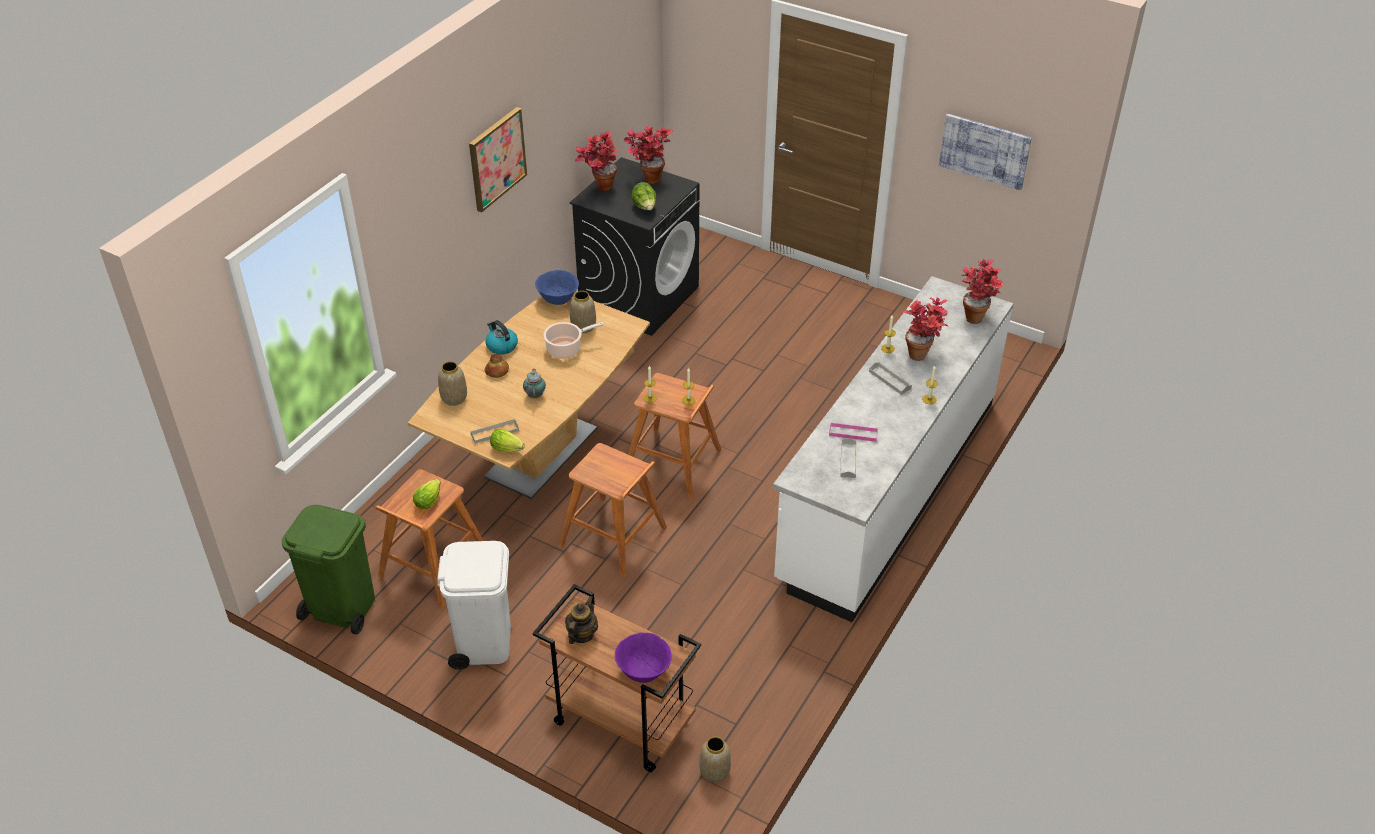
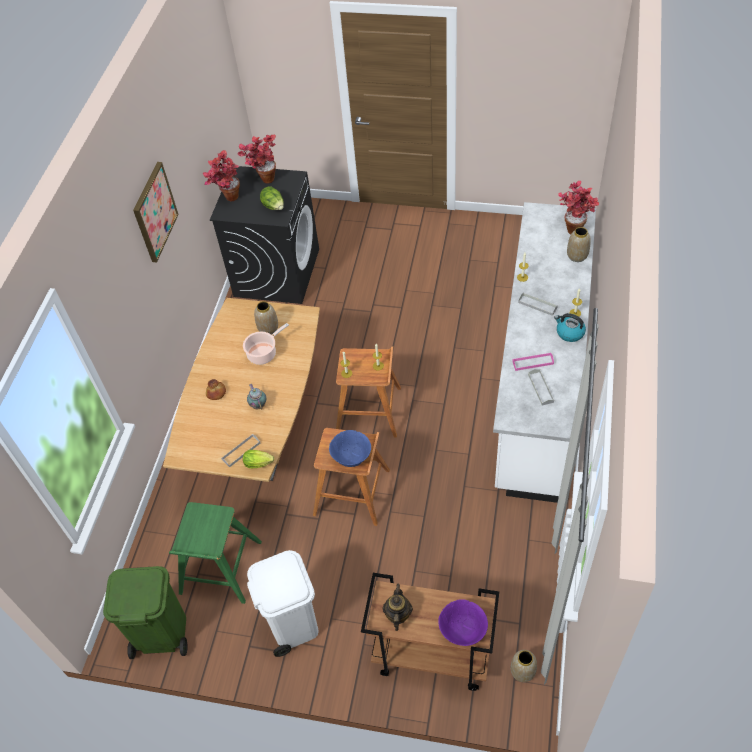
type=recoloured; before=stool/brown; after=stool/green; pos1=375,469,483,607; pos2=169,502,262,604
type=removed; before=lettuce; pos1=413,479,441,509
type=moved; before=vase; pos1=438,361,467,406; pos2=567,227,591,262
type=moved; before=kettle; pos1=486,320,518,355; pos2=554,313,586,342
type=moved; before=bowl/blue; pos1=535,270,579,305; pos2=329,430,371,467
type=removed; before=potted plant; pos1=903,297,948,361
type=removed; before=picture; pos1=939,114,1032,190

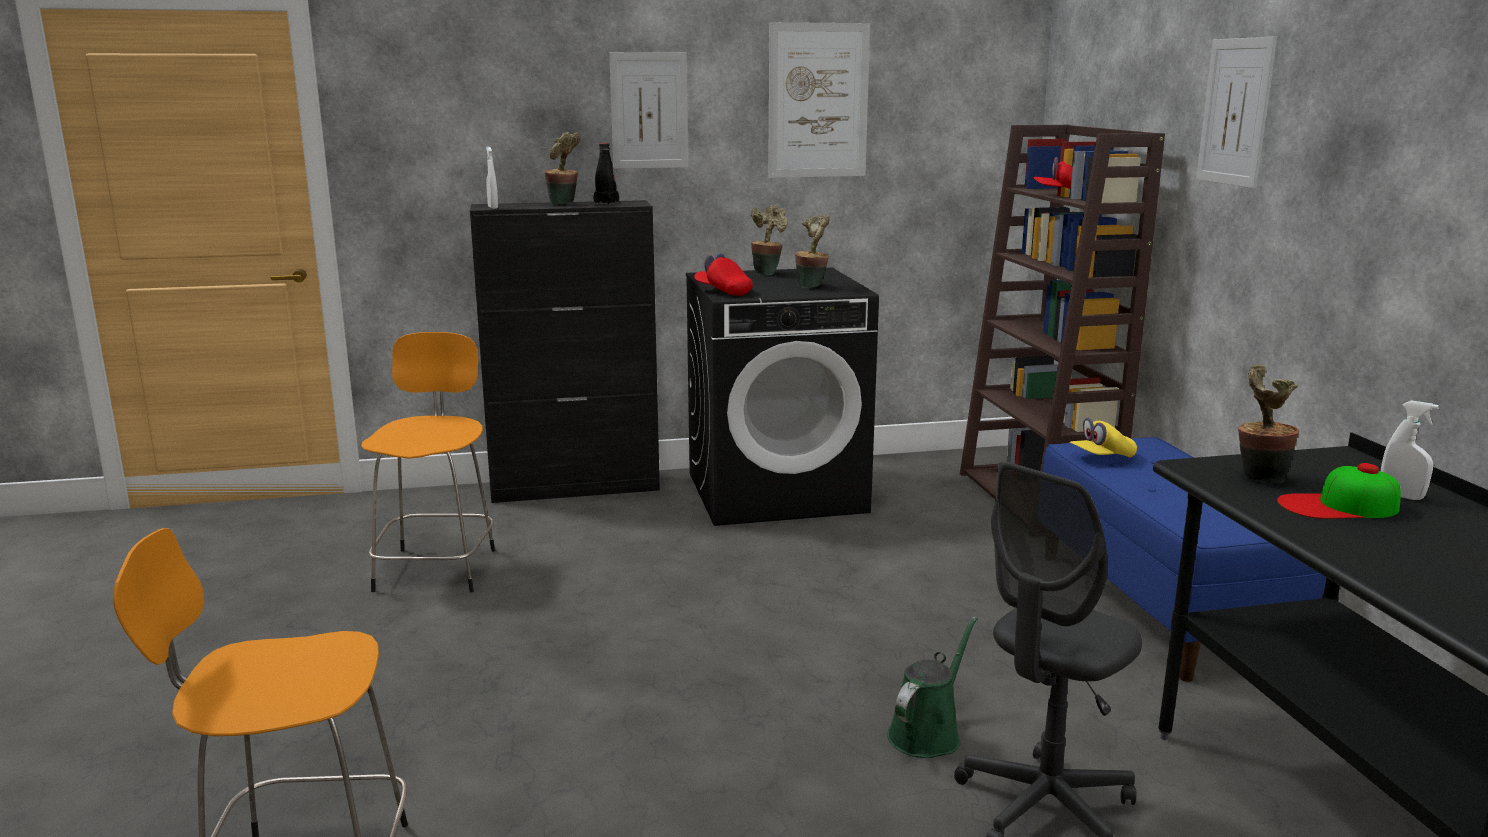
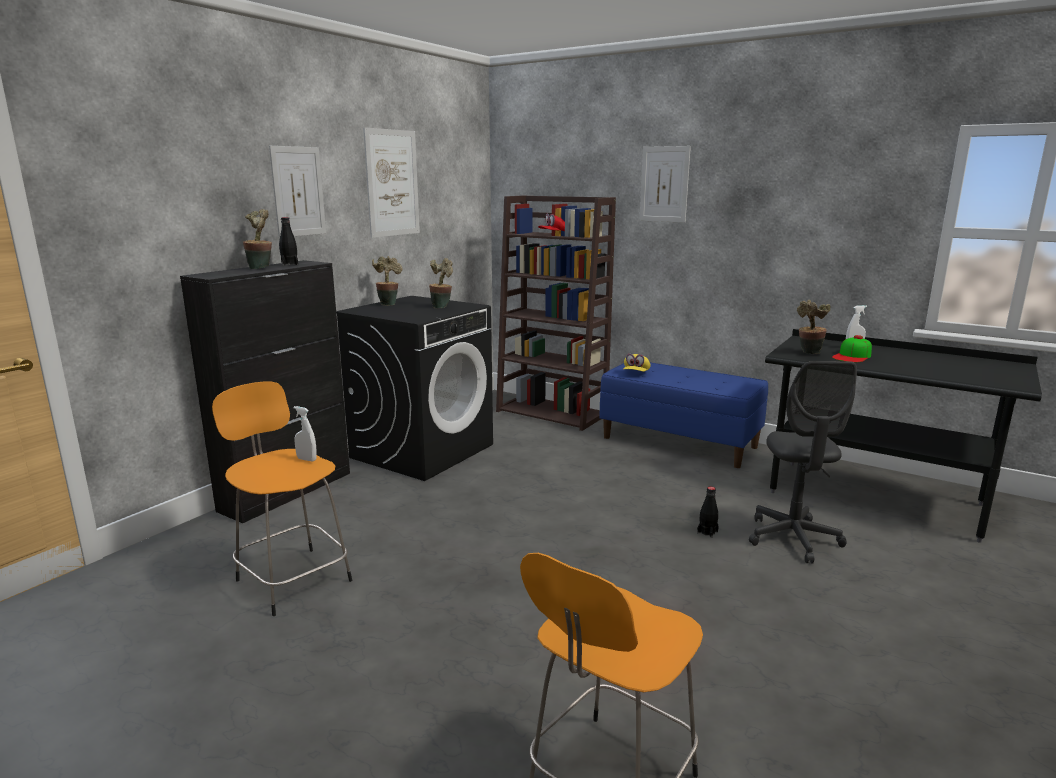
type=moved; before=spray bottle/white; pos1=486,147,498,209; pos2=293,406,317,461
type=removed; before=cap/red; pos1=694,253,753,296
type=replaced; before=watering can/green; after=bottle/black; pos1=887,616,978,758; pos2=697,487,719,538

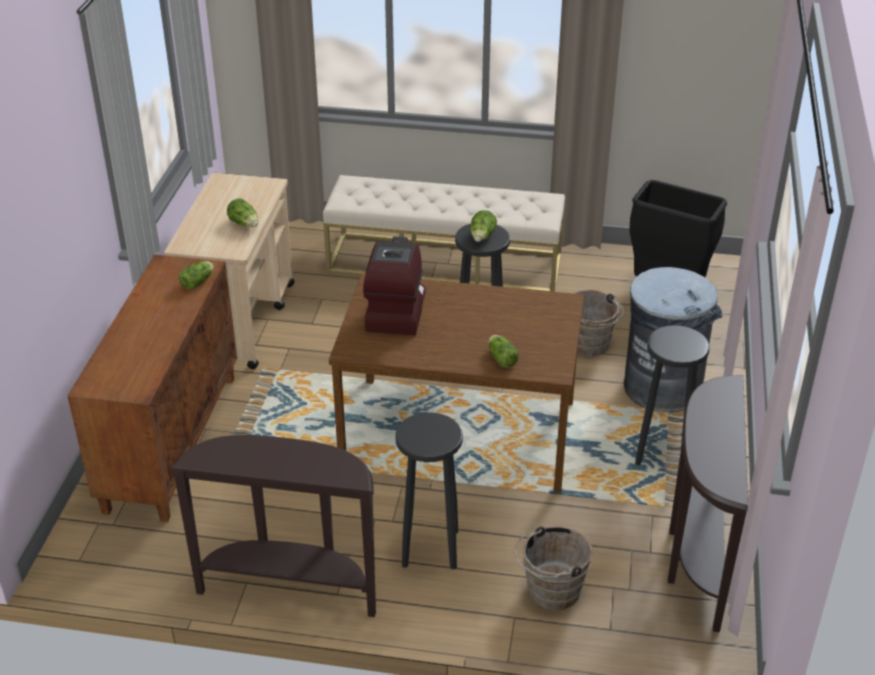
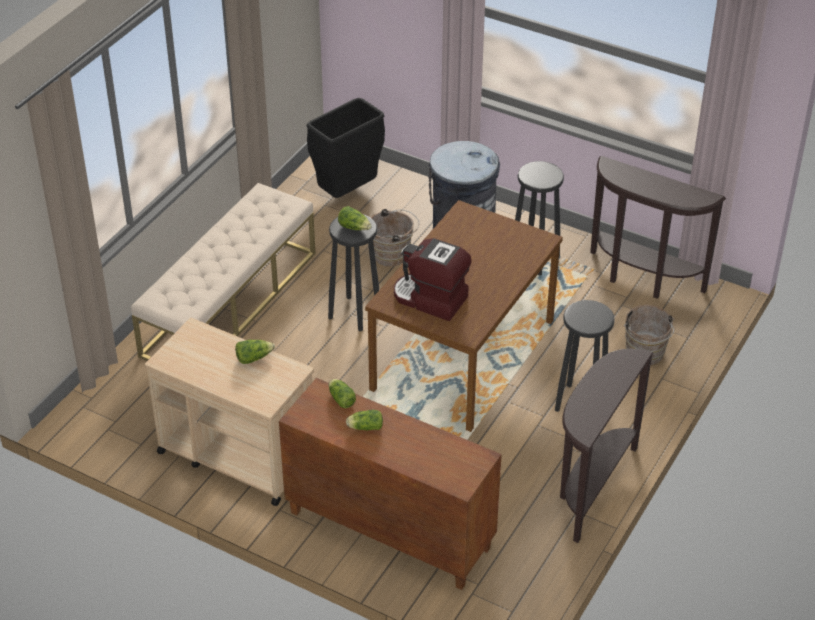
type=moved; before=lettuce; pos1=488,335,519,368; pos2=346,410,383,430

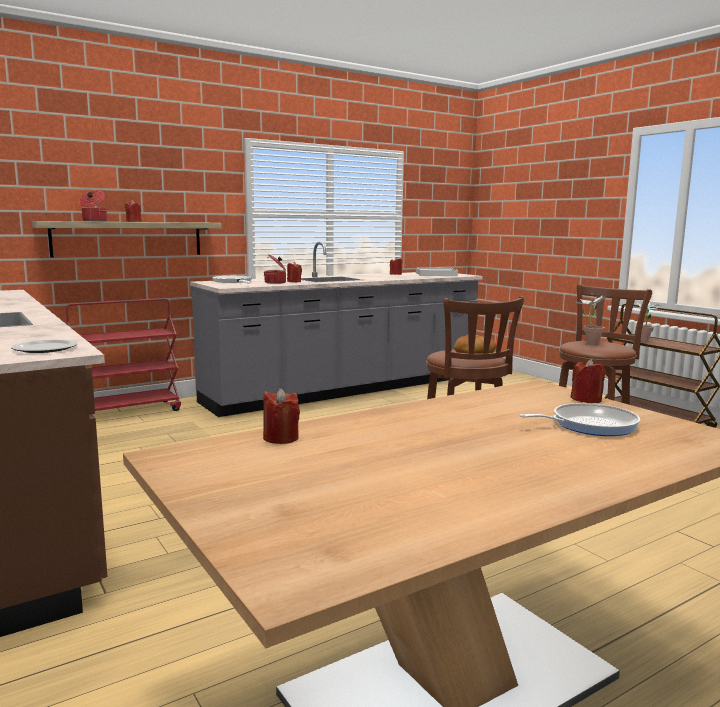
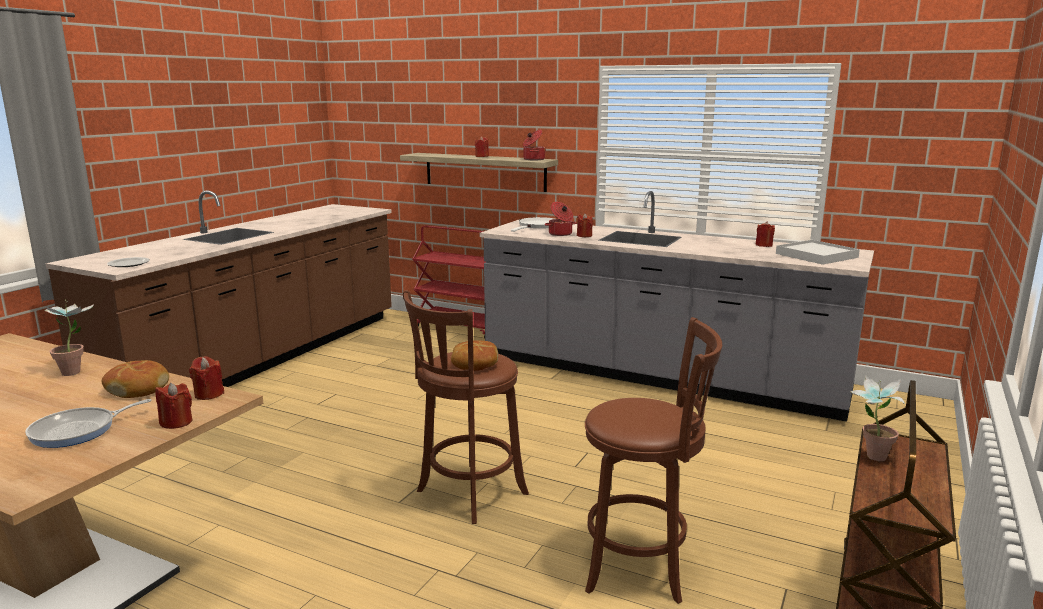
type=moved; before=cooking pot; pos1=79,190,107,222; pos2=523,130,546,160
type=moved; before=candle/red; pos1=263,388,300,444; pos2=189,356,224,400
type=turned; before=frying pan; pos1=520,403,640,436; pos2=25,399,151,448; turn=90
type=moved; before=potted plant; pos1=574,293,605,345; pos2=44,299,94,376
type=added; after=bread; pos2=102,360,169,398

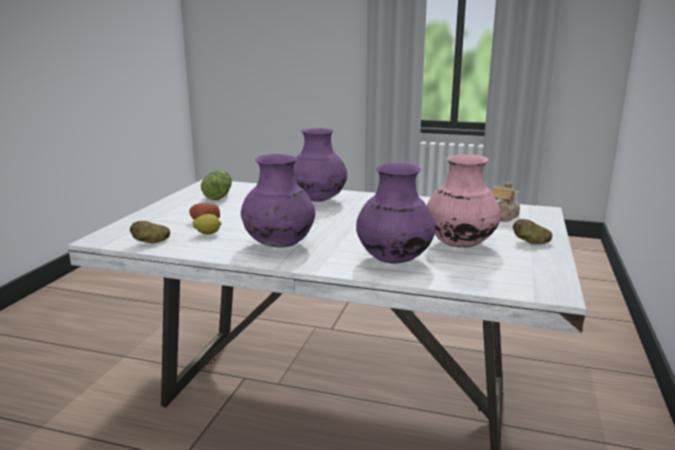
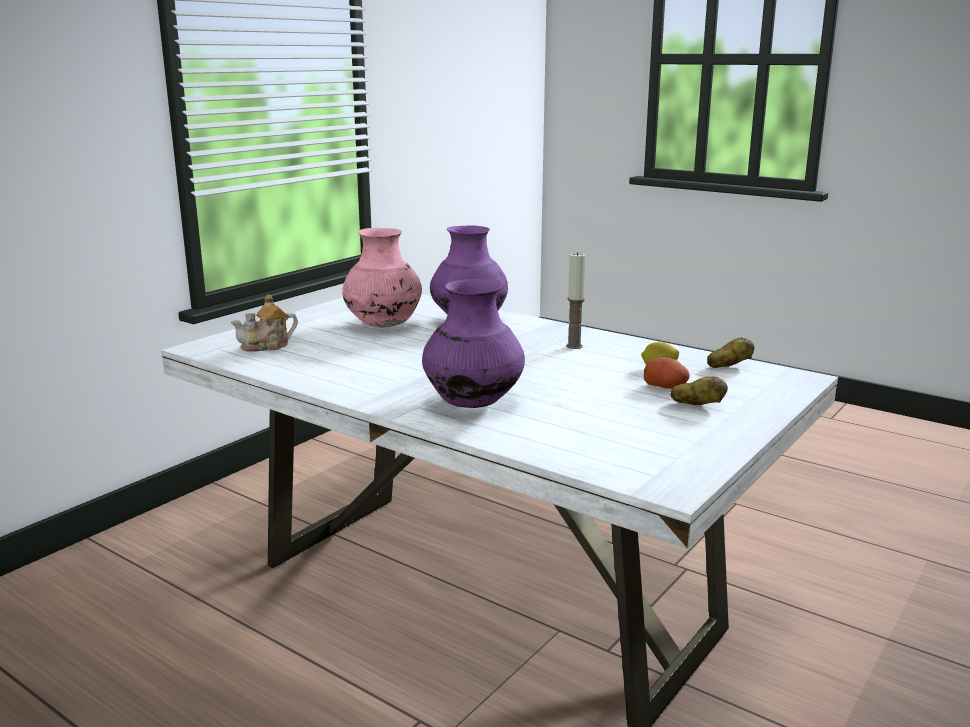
type=removed; before=lettuce; pos1=201,170,232,200
type=replaced; before=vase/purple; after=candle; pos1=241,154,315,248; pos2=566,252,585,349
type=moved; before=potato; pos1=513,219,552,244; pos2=671,376,728,405

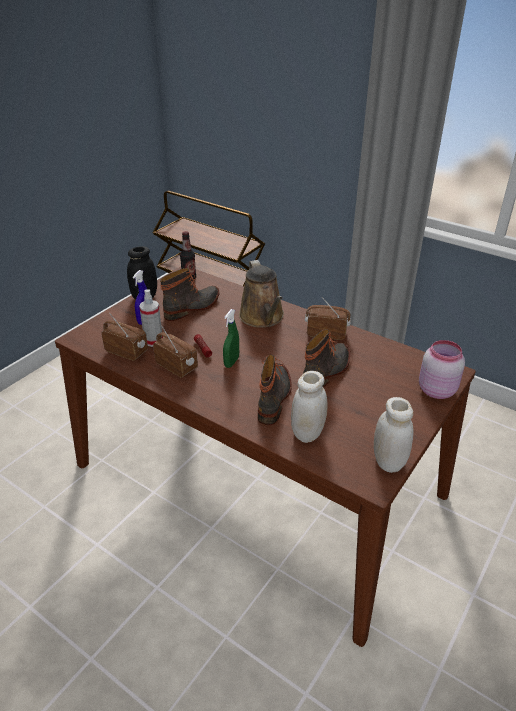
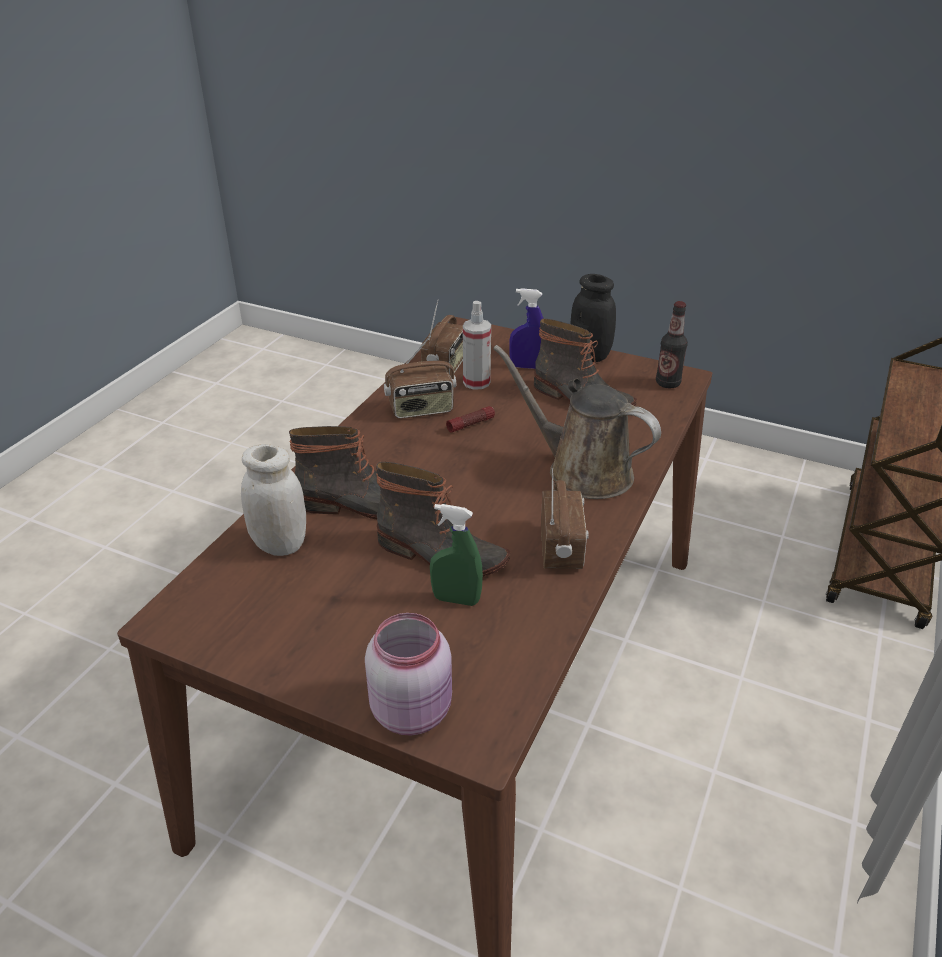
type=turned; before=radio; pos1=153,326,198,377; pos2=384,338,456,419; turn=45
type=moved; before=spray bottle/green; pos1=223,309,239,368; pos2=430,504,483,606
type=turned; before=watering can/brown; pos1=239,260,284,328; pos2=493,345,661,499; turn=60
type=removed; before=jar/white; pos1=374,397,413,473

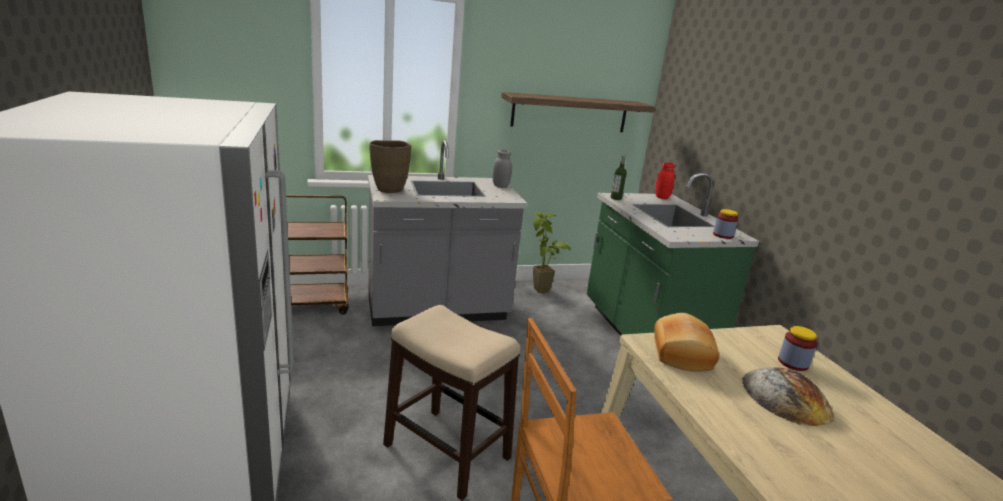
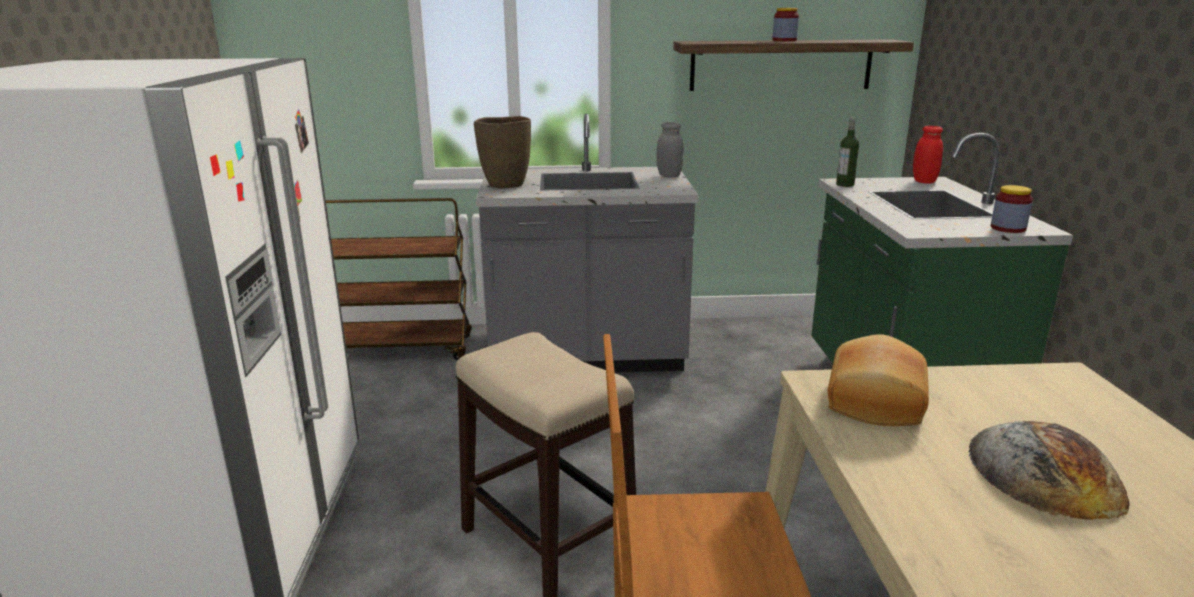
type=removed; before=potted plant; pos1=533,212,572,293
type=moved; before=jar; pos1=778,326,817,371; pos2=772,8,799,41

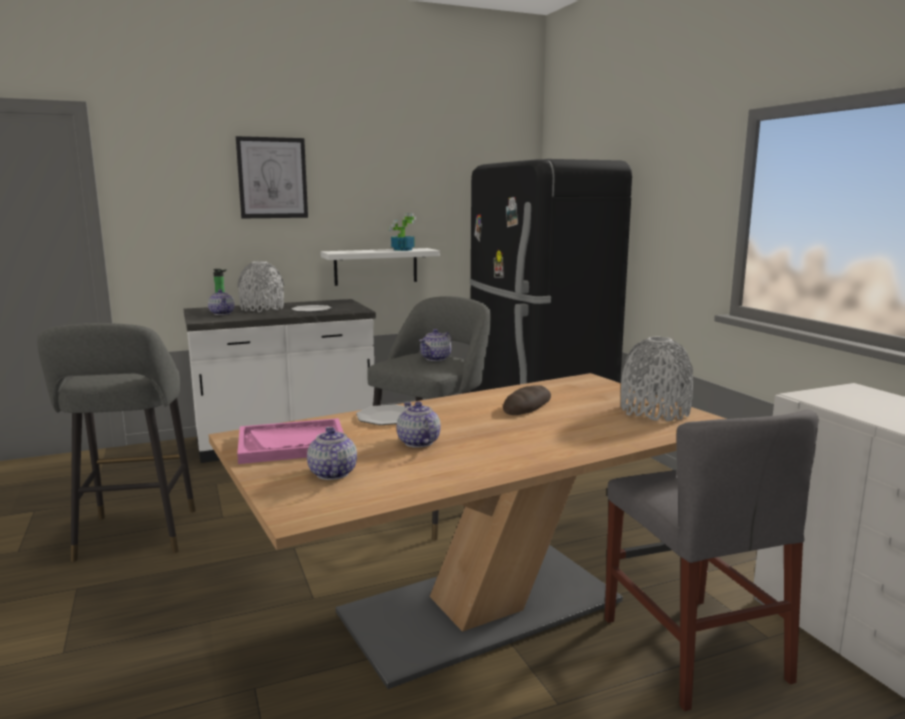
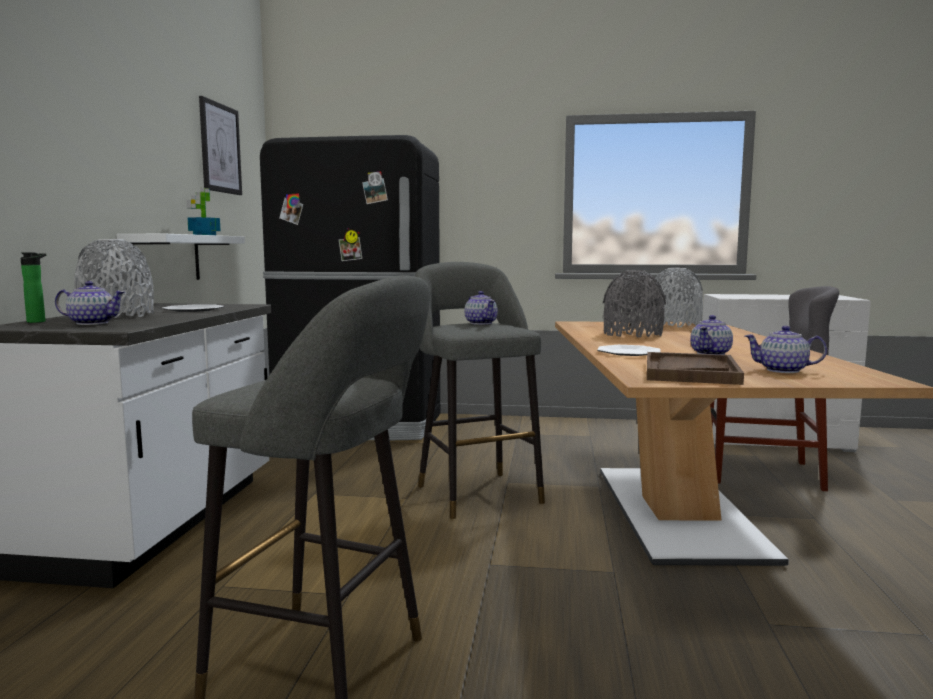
type=moved; before=picture; pos1=236,136,308,218; pos2=199,96,242,195
type=recoloured; before=tray/pink; after=tray/brown; pos1=237,418,344,464; pos2=647,352,744,385
type=turned; before=teapot; pos1=397,401,441,448; pos2=690,315,733,355; turn=-60
type=replaced; before=bread; after=vase/grey; pos1=503,385,551,415; pos2=603,270,666,338

